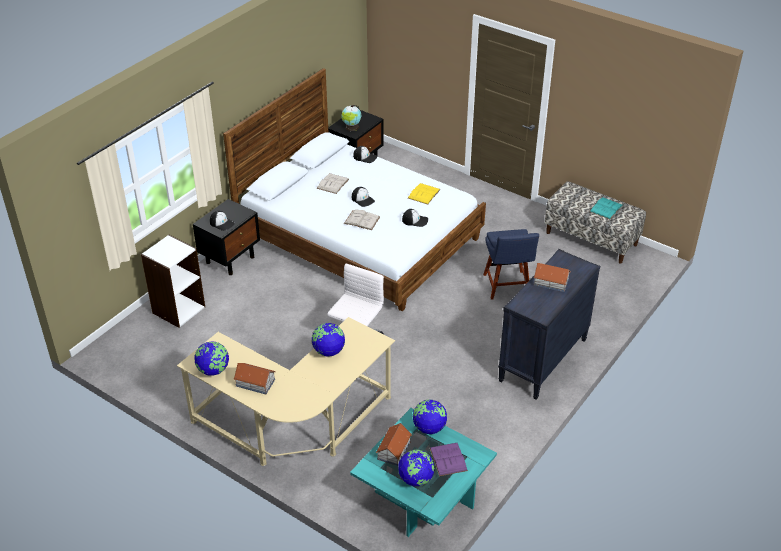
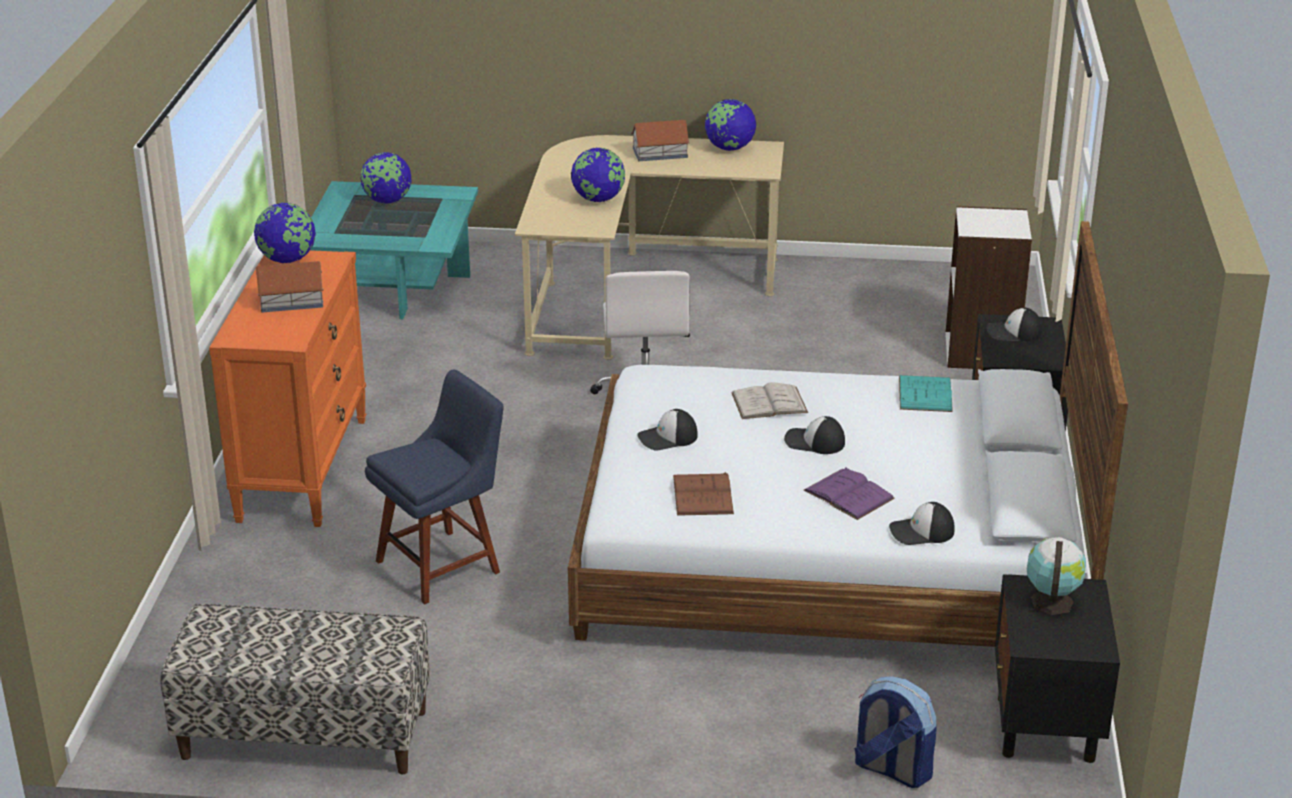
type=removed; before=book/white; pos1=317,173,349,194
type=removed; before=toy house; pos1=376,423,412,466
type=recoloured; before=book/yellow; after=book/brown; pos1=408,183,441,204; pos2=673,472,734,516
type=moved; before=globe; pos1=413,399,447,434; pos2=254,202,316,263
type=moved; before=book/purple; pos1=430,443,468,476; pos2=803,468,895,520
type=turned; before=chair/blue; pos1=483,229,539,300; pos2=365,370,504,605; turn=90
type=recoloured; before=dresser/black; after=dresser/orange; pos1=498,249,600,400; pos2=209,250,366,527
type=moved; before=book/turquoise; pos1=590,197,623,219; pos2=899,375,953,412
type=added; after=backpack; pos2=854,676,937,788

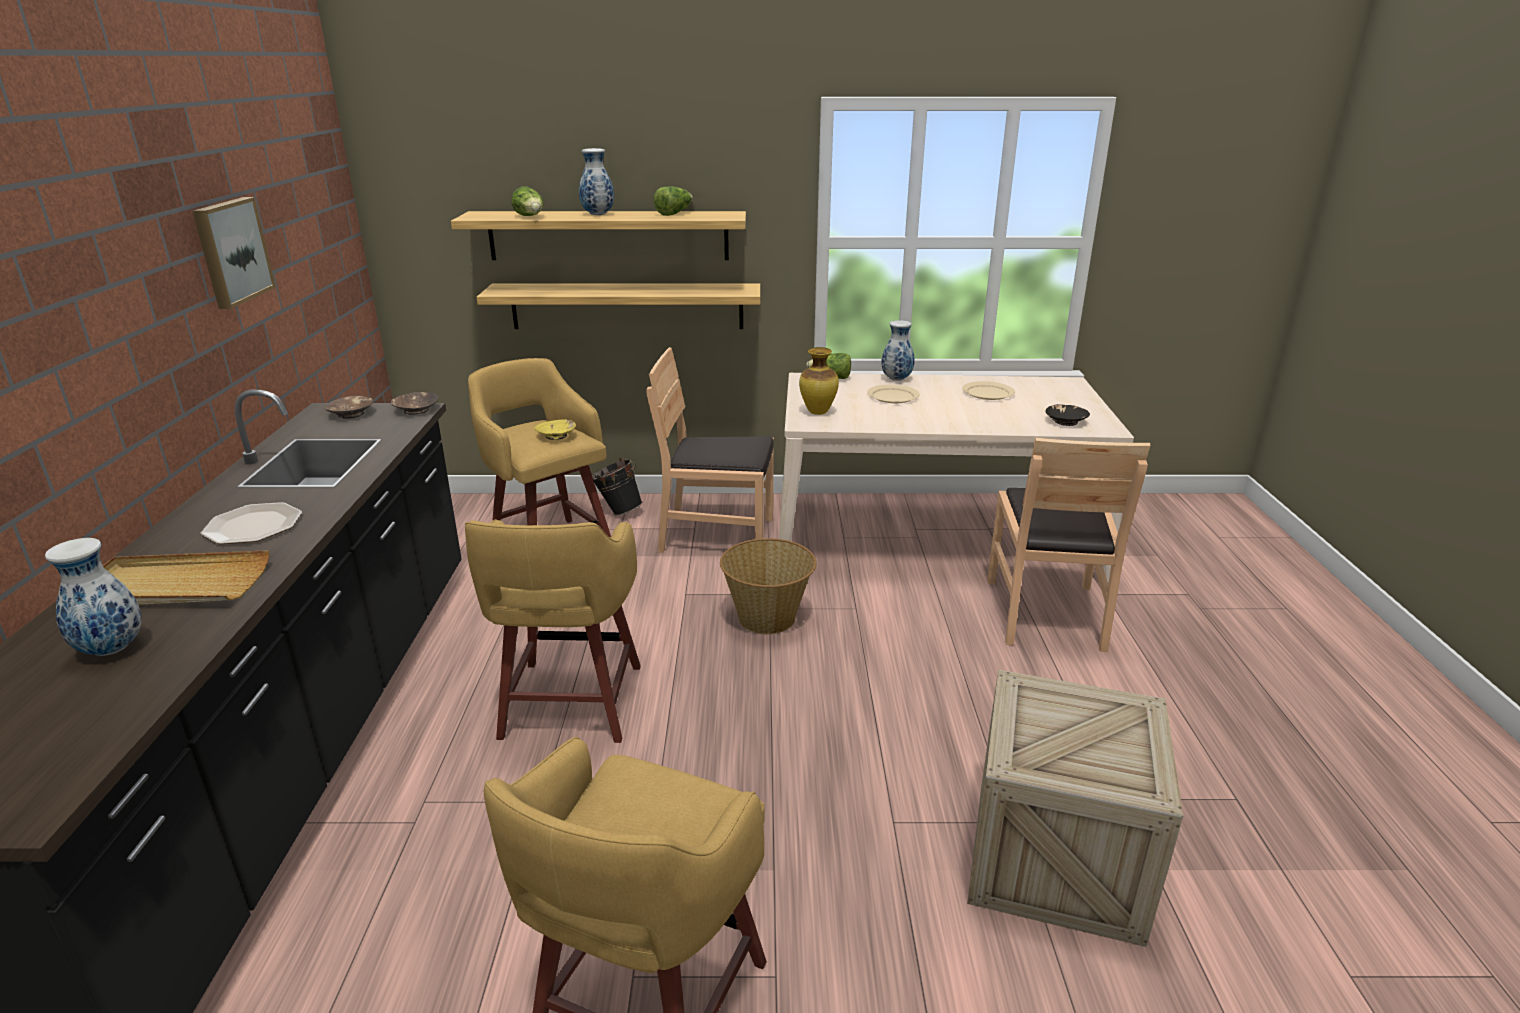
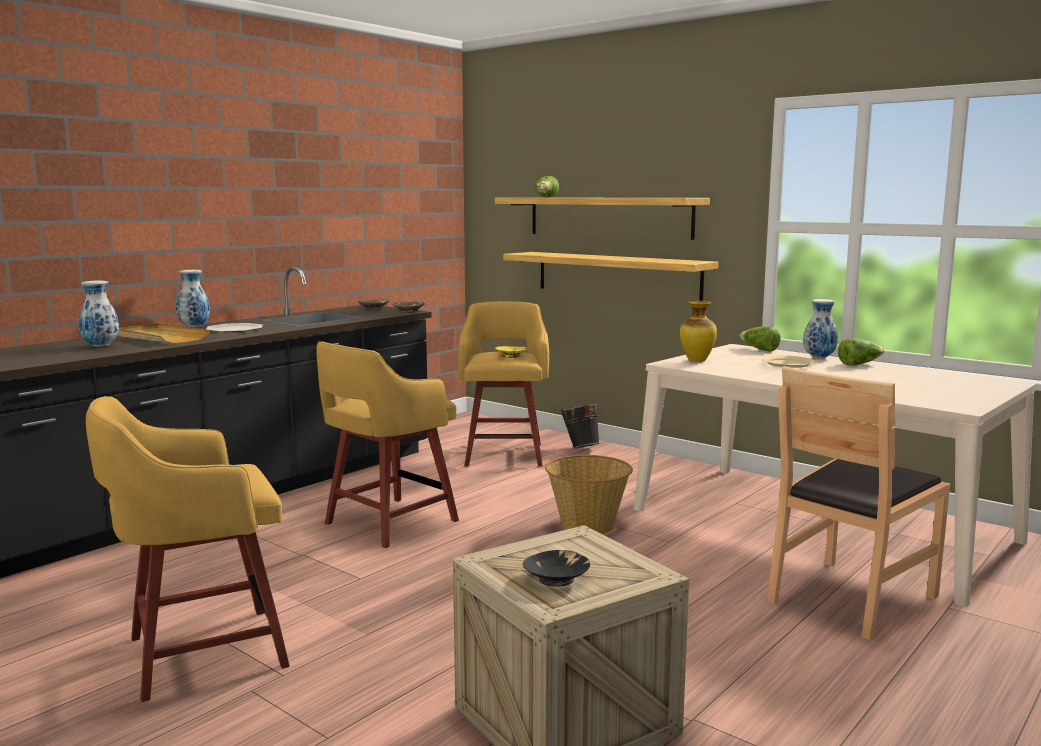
type=removed; before=picture; pos1=193,197,276,309
type=moved; before=vase; pos1=579,148,614,215; pos2=176,270,210,327
type=removed; before=chair/brown; pos1=646,347,774,553
type=moved; before=lettuce; pos1=653,186,693,216; pos2=838,339,885,366
type=removed; before=plate/beige; pos1=962,381,1015,400
type=moved; before=bowl/black; pos1=1046,404,1090,426; pos2=523,550,590,587

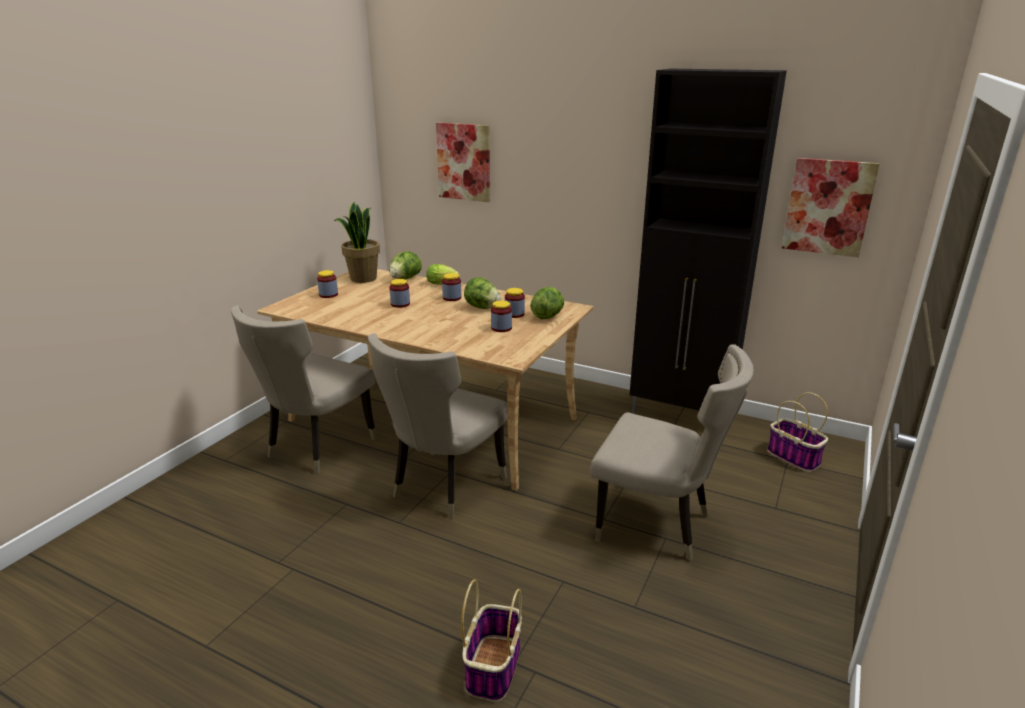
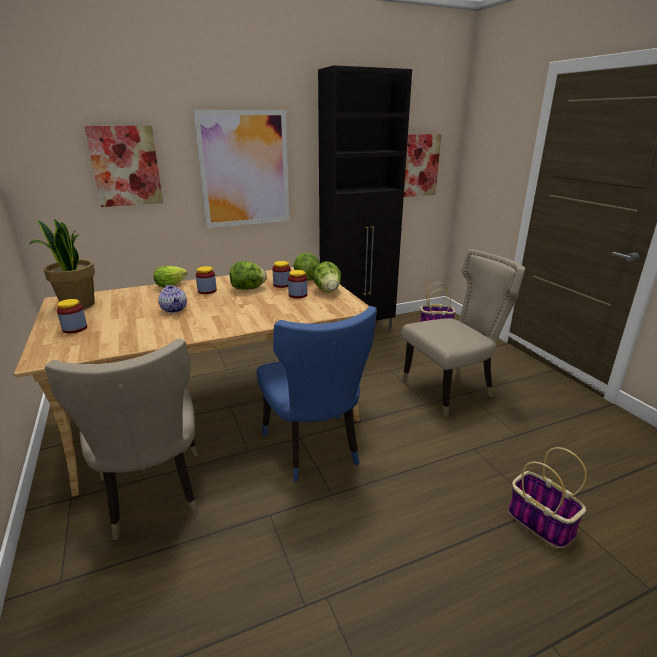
type=recoloured; before=chair/beige; after=chair/blue; pos1=368,333,508,519; pos2=257,306,377,482
type=moved; before=lettuce; pos1=389,251,422,279; pos2=313,261,341,293
type=replaced; before=jar; after=teapot; pos1=389,279,410,308; pos2=158,285,187,313
type=added; after=picture; pos2=193,109,290,228

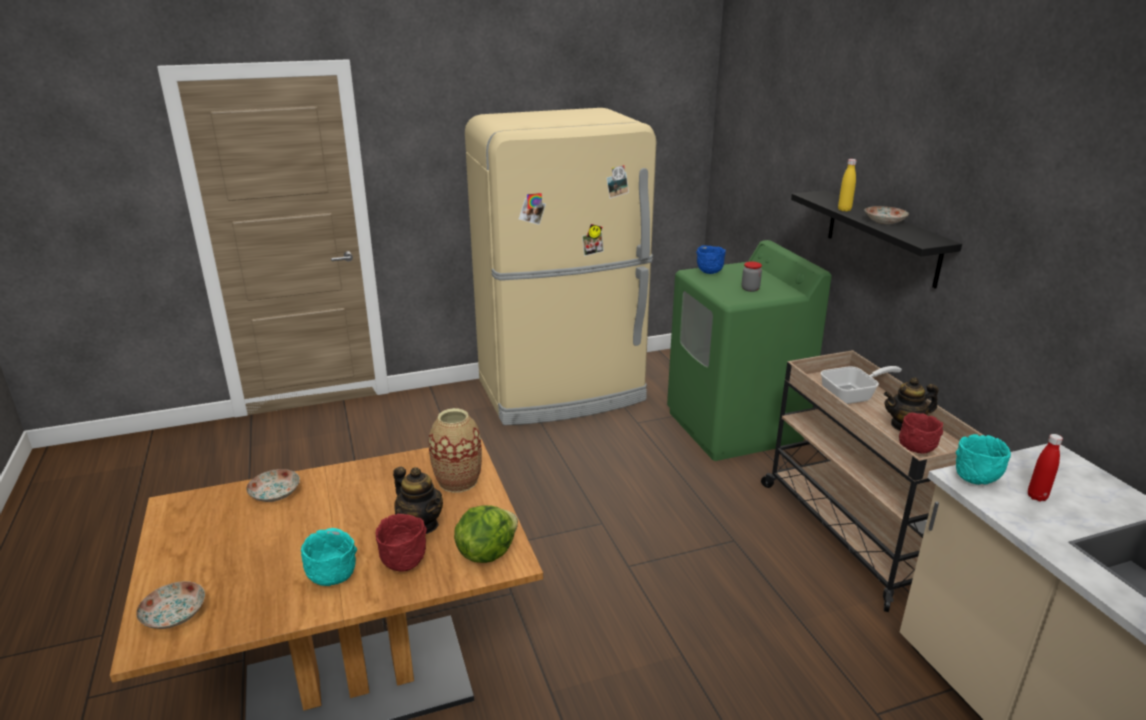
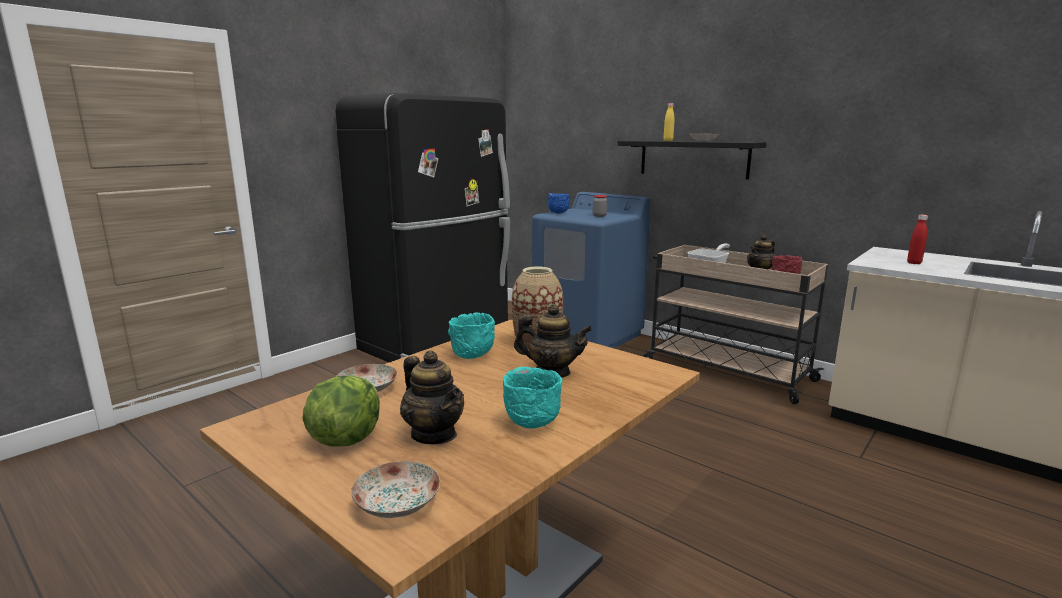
type=removed; before=bowl/red; pos1=376,514,427,572
type=moved; before=lettuce; pos1=454,505,518,563; pos2=302,376,380,447
type=recoloured; before=fridge/beige; after=fridge/black; pos1=465,108,656,425; pos2=336,93,510,362
type=recoloured; before=washing machine/green; after=washing machine/blue; pos1=667,240,832,461; pos2=532,192,650,348
type=moved; before=bowl/turquoise; pos1=956,434,1011,485; pos2=448,312,495,359
type=added; after=teapot; pos2=400,351,464,444

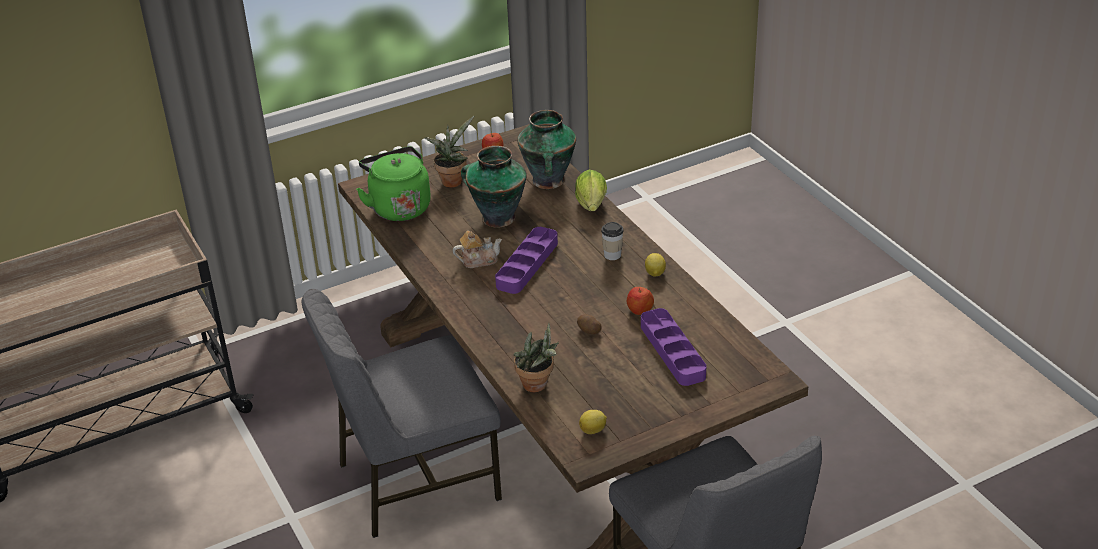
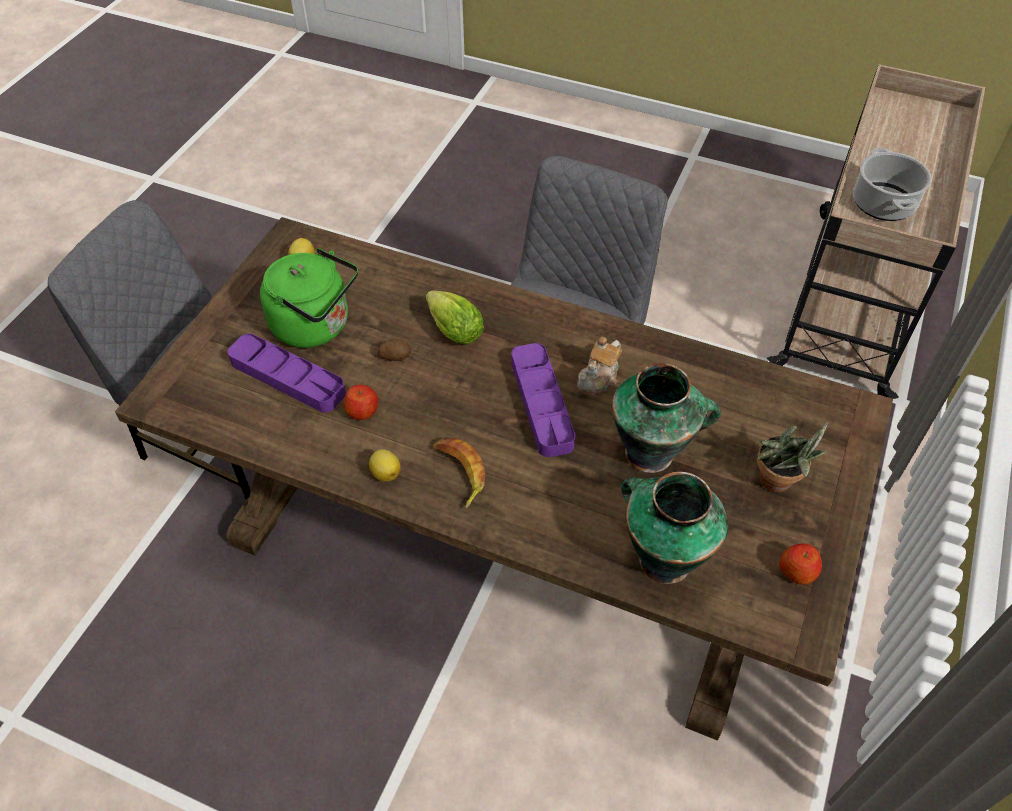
type=moved; before=kettle/green; pos1=356,146,431,221; pos2=260,248,358,348
type=removed; before=potted plant; pos1=514,323,559,392
type=moved; before=lettuce; pos1=575,170,607,211; pos2=426,290,484,345
type=replaced; before=cup; after=banana; pos1=601,222,624,260; pos2=433,437,485,509
type=added; after=cooking pot; pos2=853,148,931,221

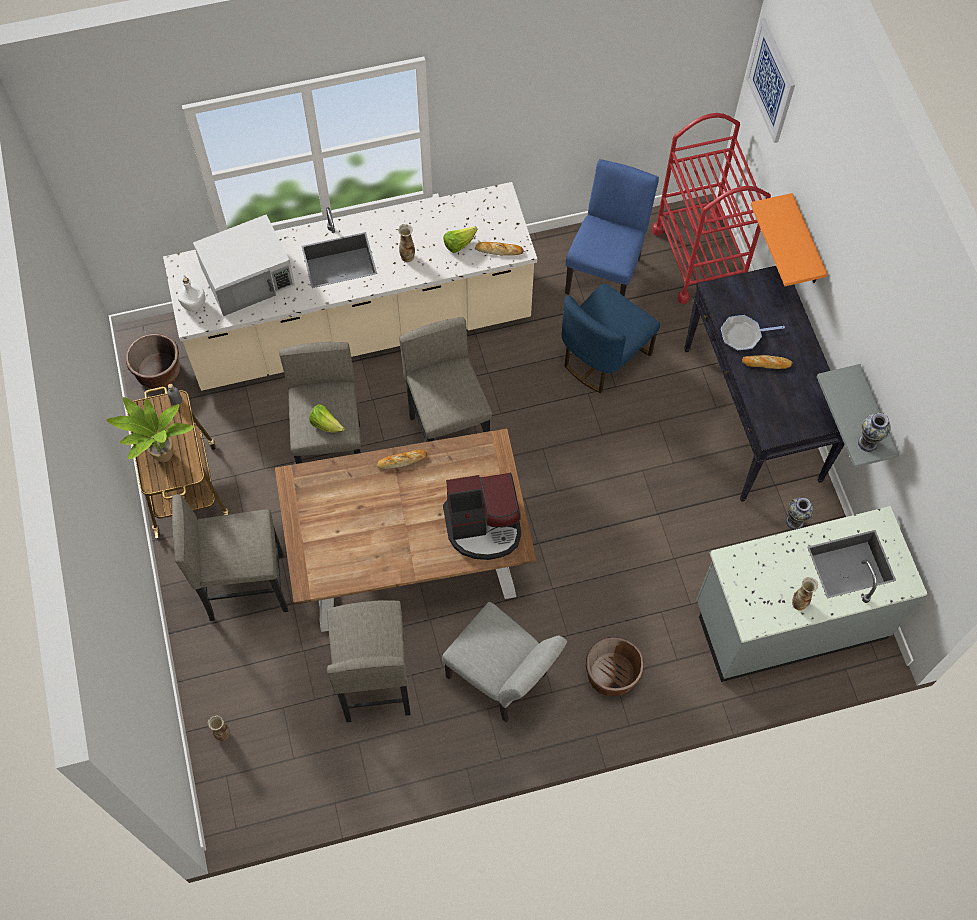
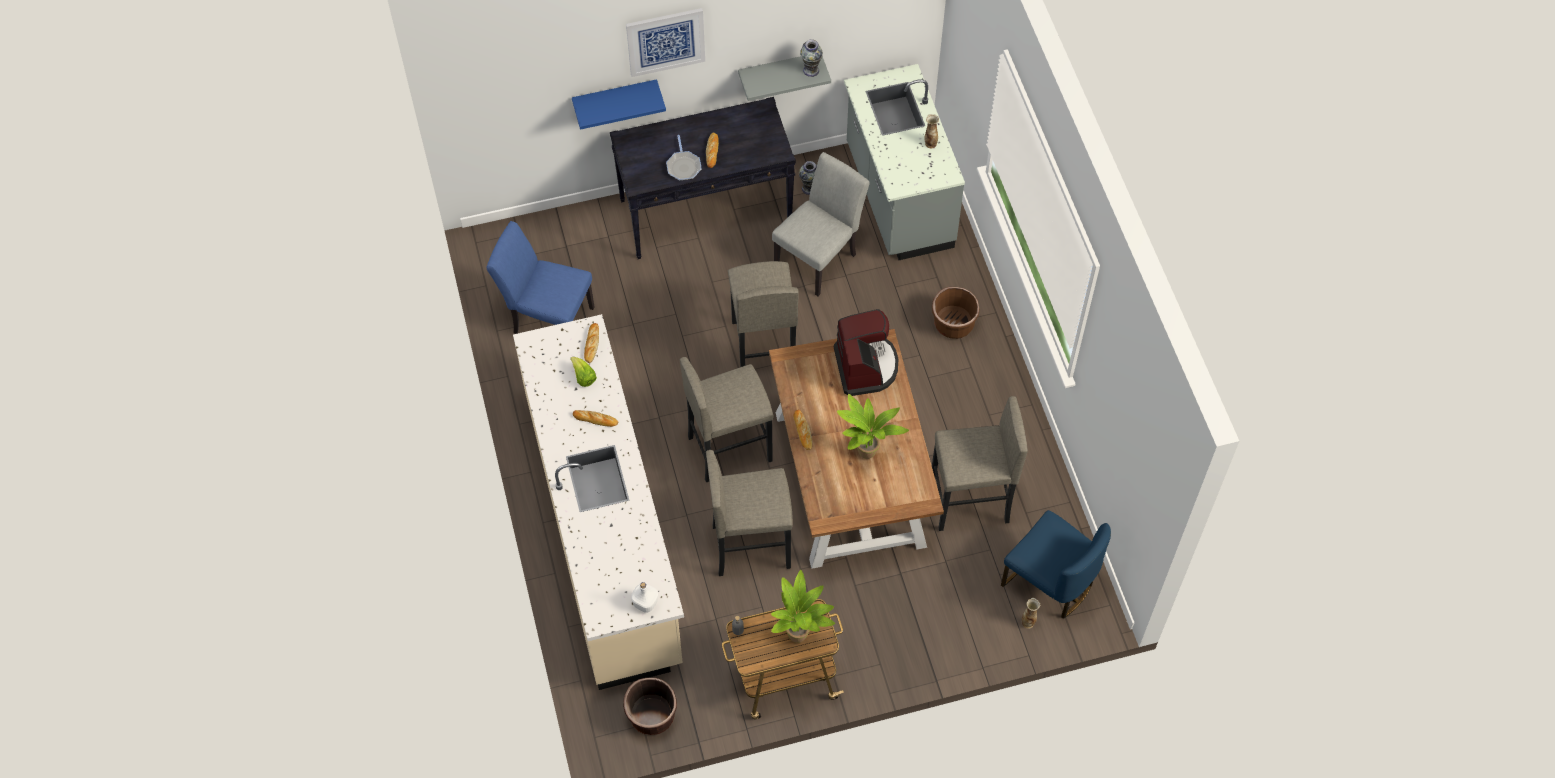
type=moved; before=stool/grey; pos1=172,494,288,621; pos2=728,261,799,367
type=removed; before=microwave/white; pos1=193,215,295,316
type=removed; before=lettuce; pos1=309,404,345,432
type=replaced; before=vase; after=bread; pos1=398,224,415,262; pos2=573,410,619,427
type=moved; before=chair/grey; pos1=442,602,567,723; pos2=772,152,870,296
type=moved; before=chair/blue; pos1=562,283,660,393; pos2=1001,510,1111,619
type=removed; before=cart/red; pos1=652,113,771,304
type=moved; before=picture; pos1=746,18,795,143; pos2=626,8,705,77
type=recoloured; before=shelf/orange; after=shelf/blue; pos1=751,193,827,286; pos2=572,79,666,130
type=added; after=potted plant; pos2=837,394,909,459

